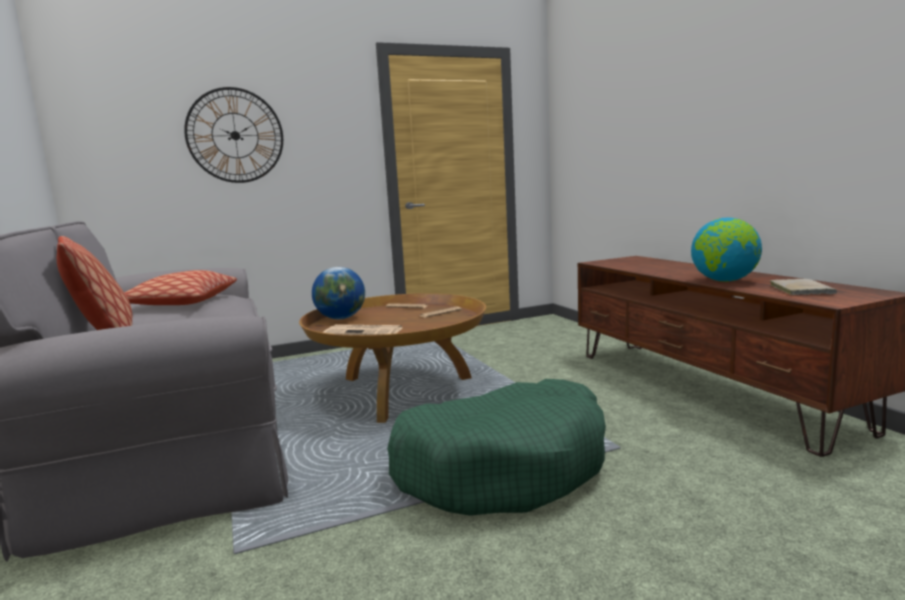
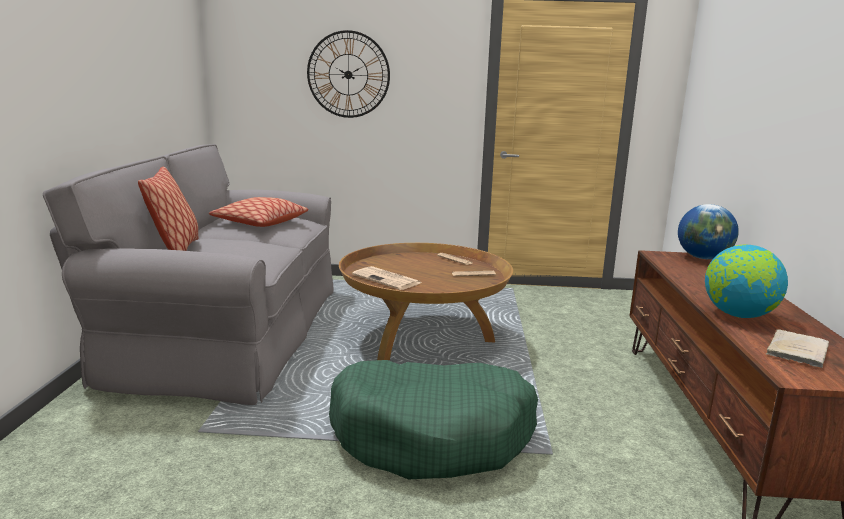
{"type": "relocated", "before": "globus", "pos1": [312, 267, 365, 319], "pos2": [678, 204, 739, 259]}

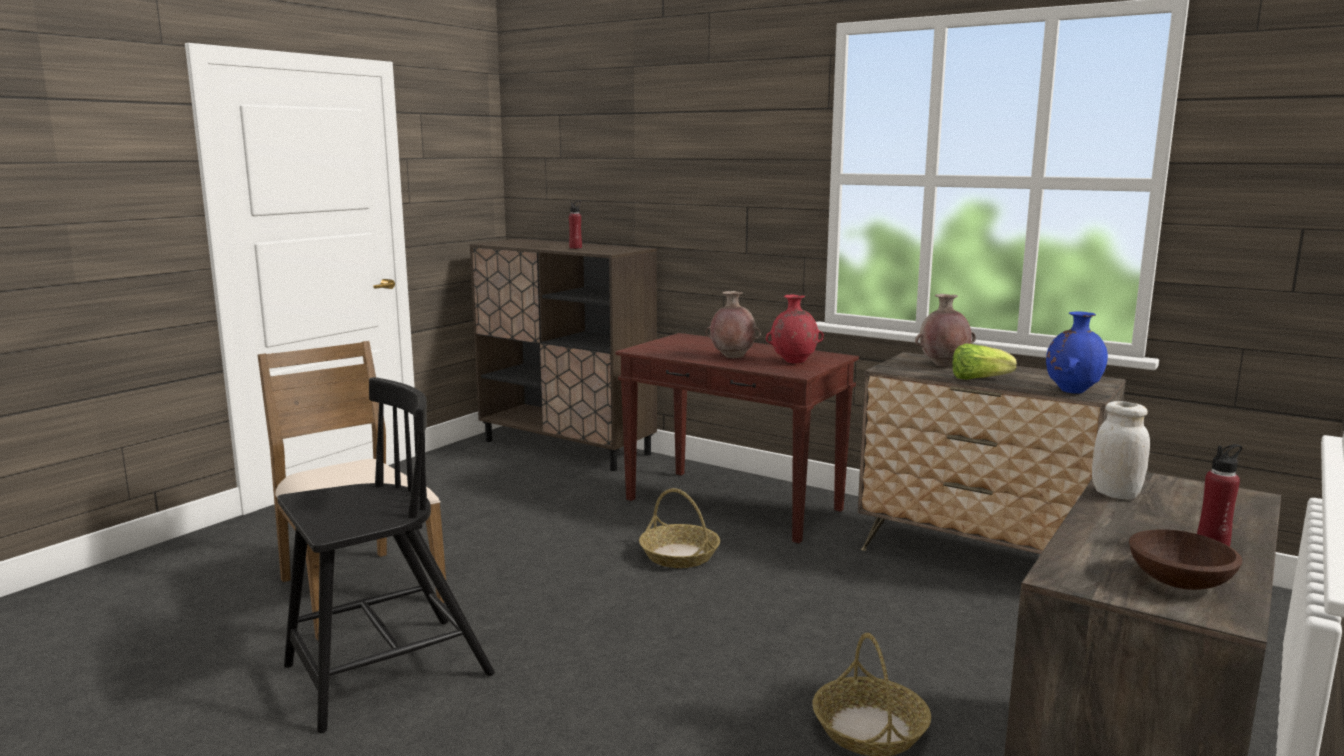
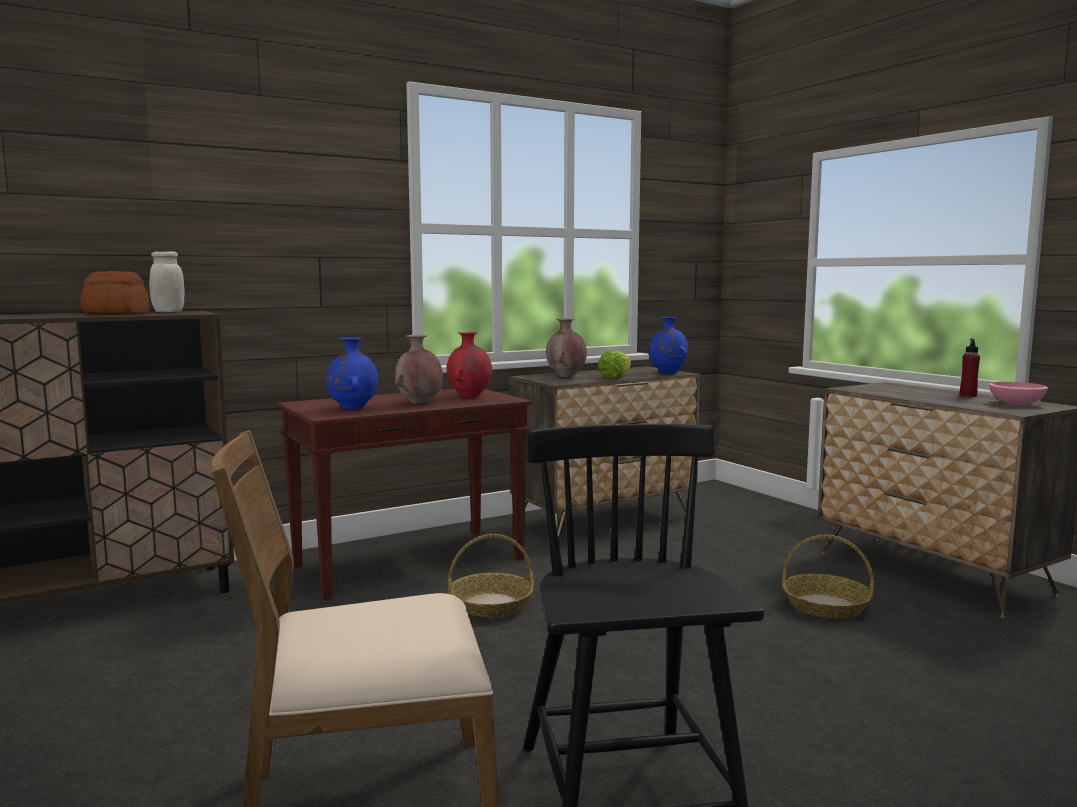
{"type": "exchanged", "before": "butelka/czerwony", "after": "chleb", "pos1": [569, 201, 582, 249], "pos2": [81, 271, 150, 315]}
{"type": "relocated", "before": "słoik/biały", "pos1": [1092, 401, 1150, 500], "pos2": [149, 251, 185, 312]}
{"type": "colour", "before": "miska/brązowy", "after": "miska/różowy", "pos1": [1129, 530, 1242, 590], "pos2": [989, 382, 1048, 405]}
{"type": "appeared", "after": "wazon/niebieski", "pos2": [326, 338, 378, 410]}

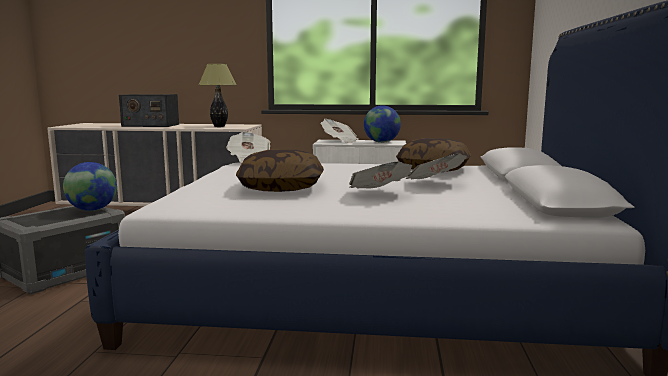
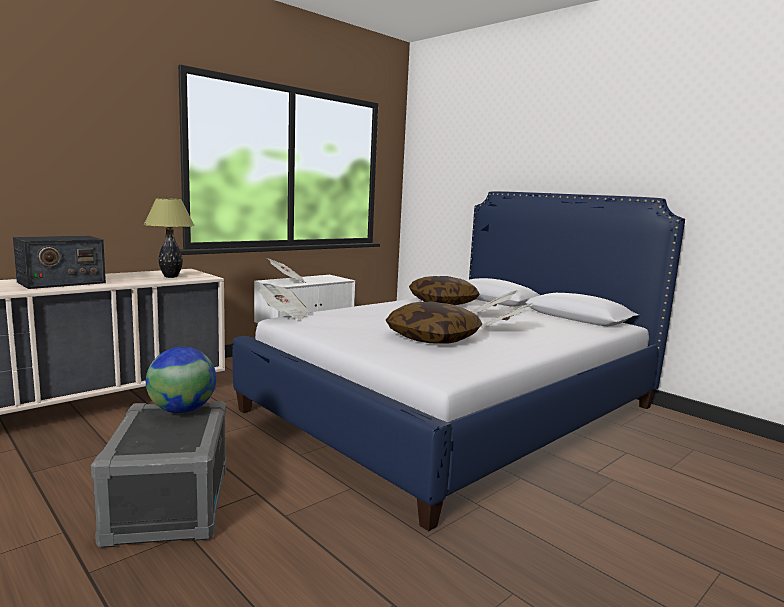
{"type": "missing", "before": "globus", "pos1": [364, 105, 401, 143]}

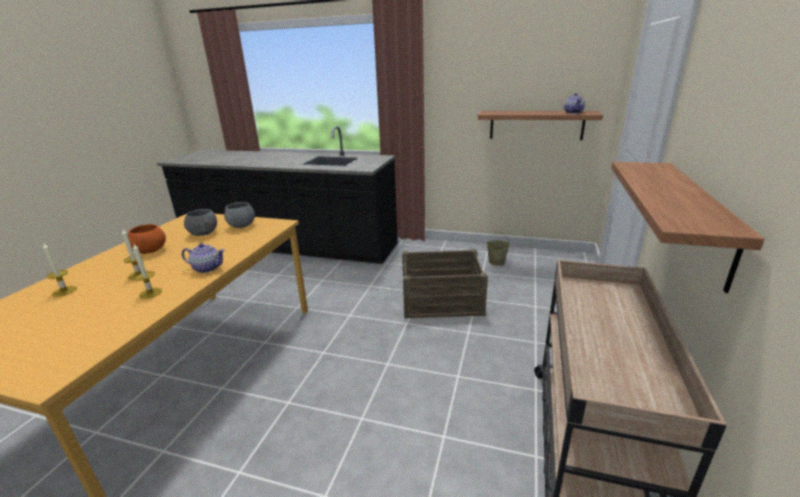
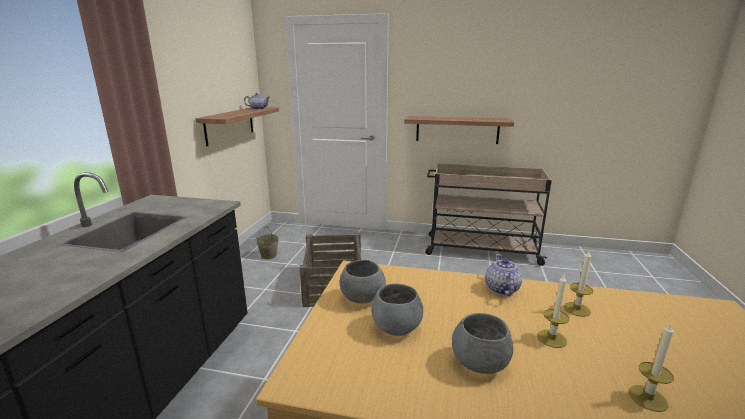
{"type": "colour", "before": "miska/pomarańczowy", "after": "miska/szary", "pos1": [128, 224, 166, 254], "pos2": [452, 313, 513, 374]}

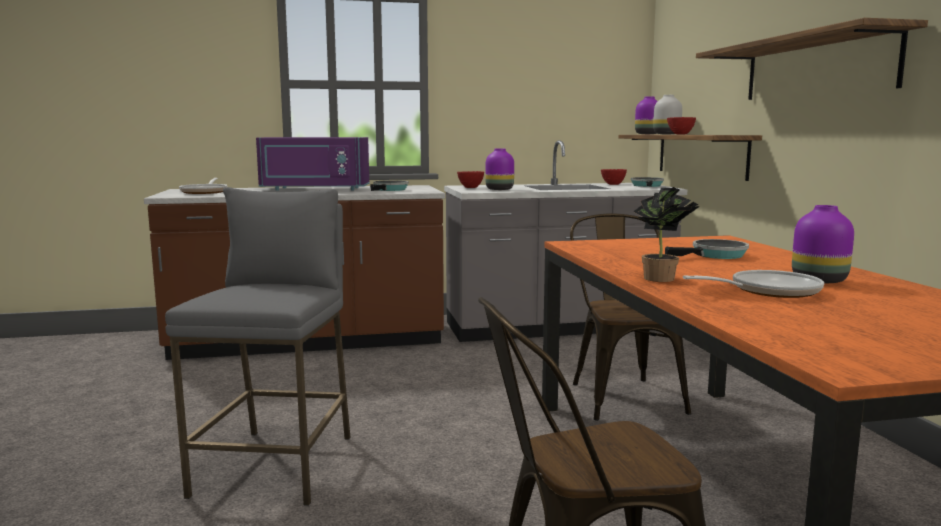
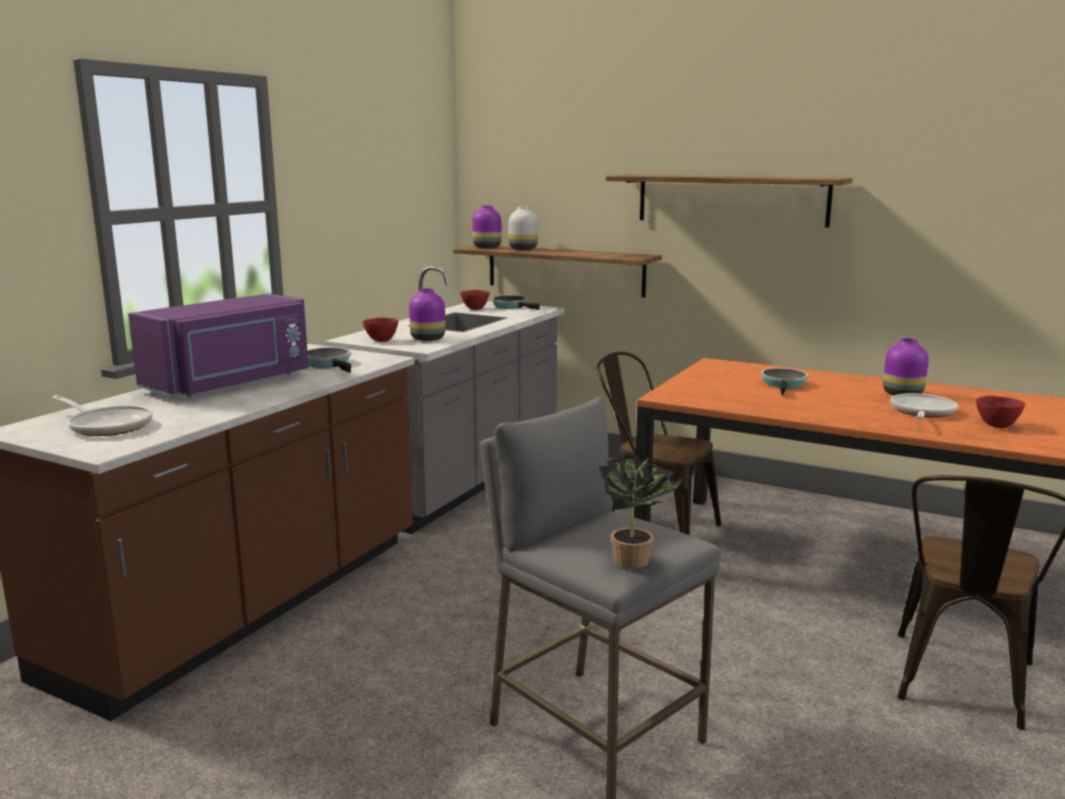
{"type": "relocated", "before": "miska/czerwony", "pos1": [667, 117, 696, 135], "pos2": [976, 396, 1025, 428]}
{"type": "relocated", "before": "roślina doniczkowa", "pos1": [633, 187, 700, 282], "pos2": [599, 456, 684, 568]}

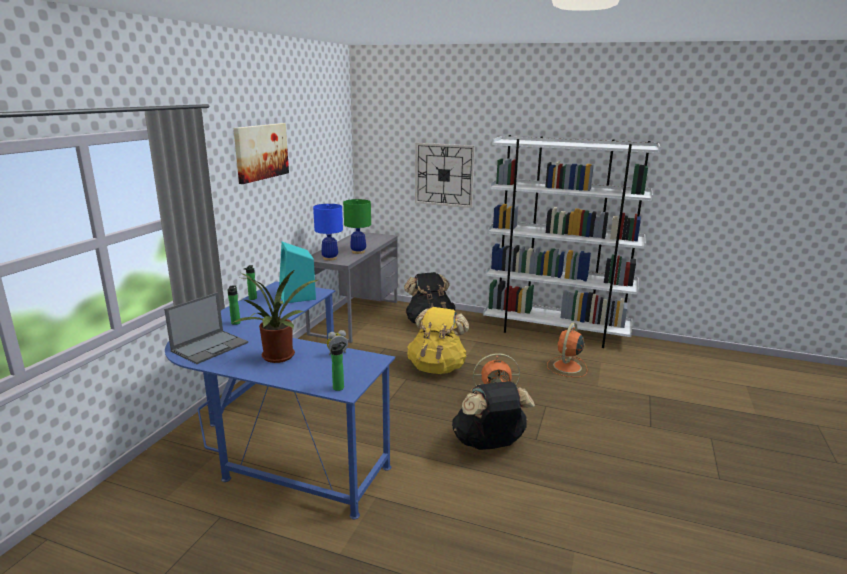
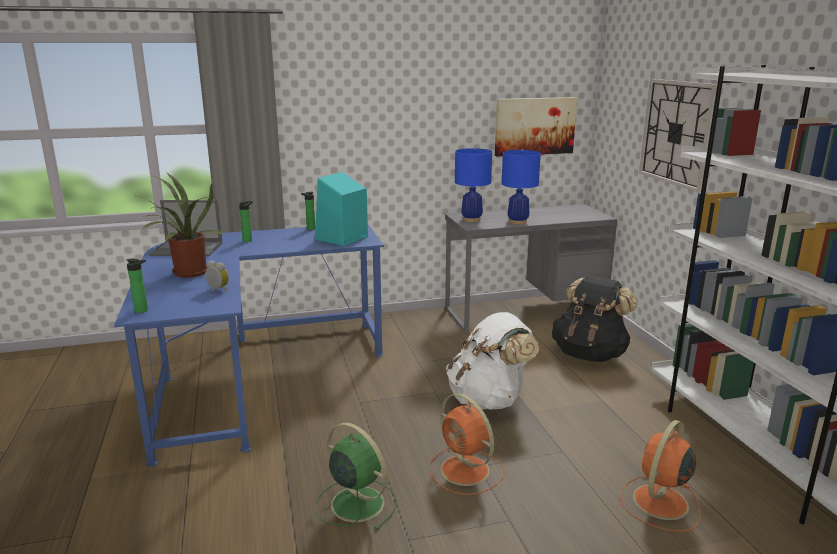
{"type": "relocated", "before": "obraz", "pos1": [233, 123, 289, 184], "pos2": [495, 97, 577, 157]}
{"type": "colour", "before": "lampa stołowa/zielony", "after": "lampa stołowa/niebieski", "pos1": [343, 199, 371, 254], "pos2": [501, 149, 541, 224]}
{"type": "colour", "before": "plecak/żółty", "after": "plecak/biały", "pos1": [407, 307, 469, 374], "pos2": [446, 312, 539, 410]}
{"type": "spun", "before": "wentylator/pomarańczowy", "pos1": [547, 322, 587, 377], "pos2": [620, 420, 701, 532], "turn": -45}
{"type": "exchanged", "before": "plecak/czarny", "after": "wentylator/zielony", "pos1": [452, 381, 535, 450], "pos2": [315, 423, 397, 530]}

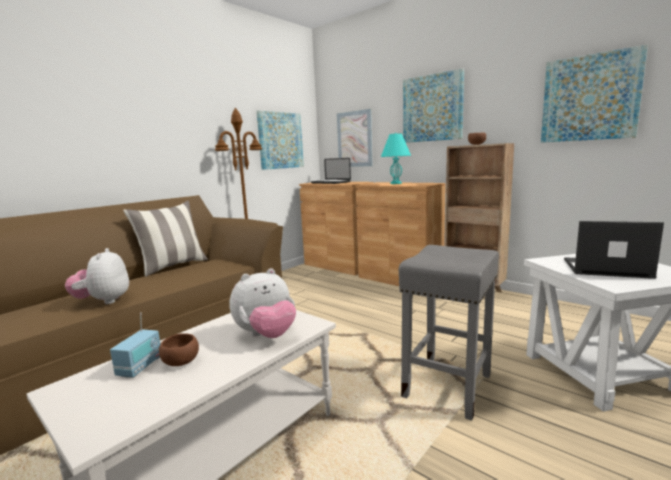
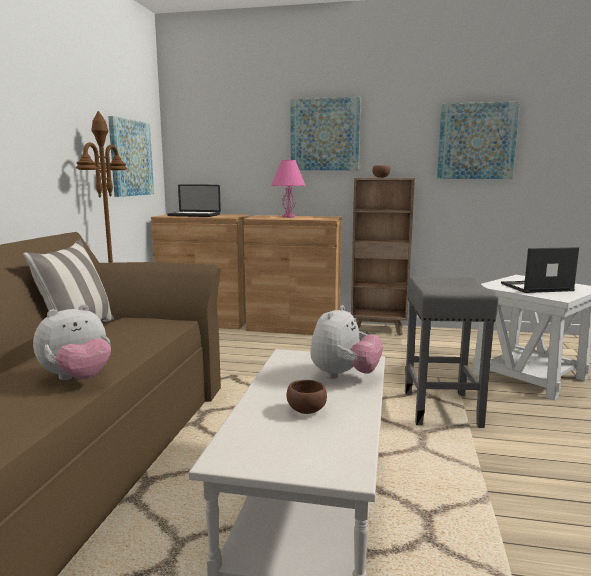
{"type": "missing", "before": "obraz", "pos1": [337, 109, 373, 167]}
{"type": "colour", "before": "lampa stołowa/turkusowy", "after": "lampa stołowa/różowy", "pos1": [381, 133, 411, 184], "pos2": [271, 159, 306, 218]}
{"type": "spun", "before": "pluszak", "pos1": [65, 248, 129, 304], "pos2": [33, 304, 111, 380], "turn": -90}
{"type": "missing", "before": "radio", "pos1": [110, 313, 160, 378]}

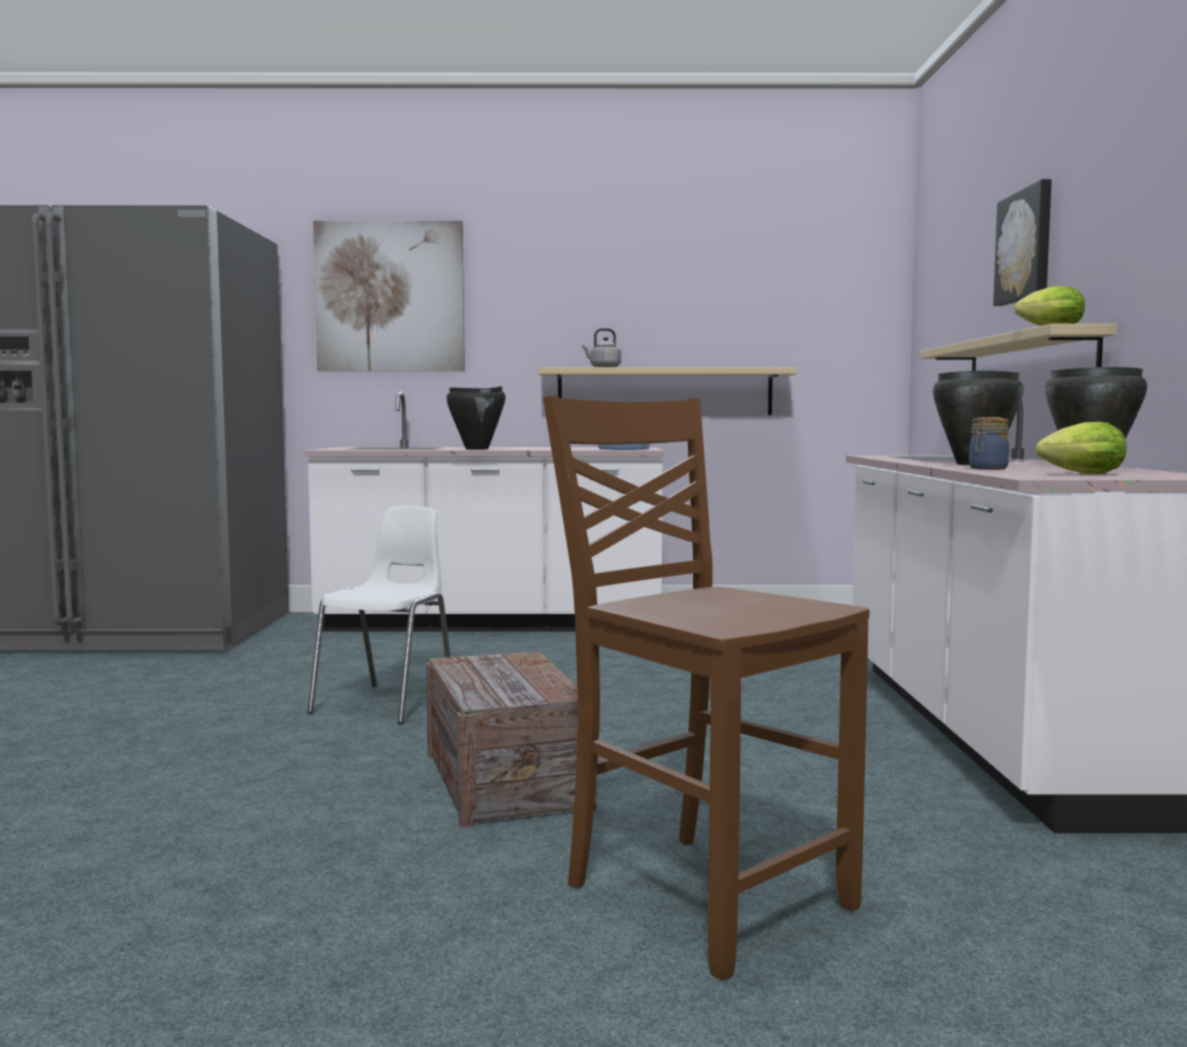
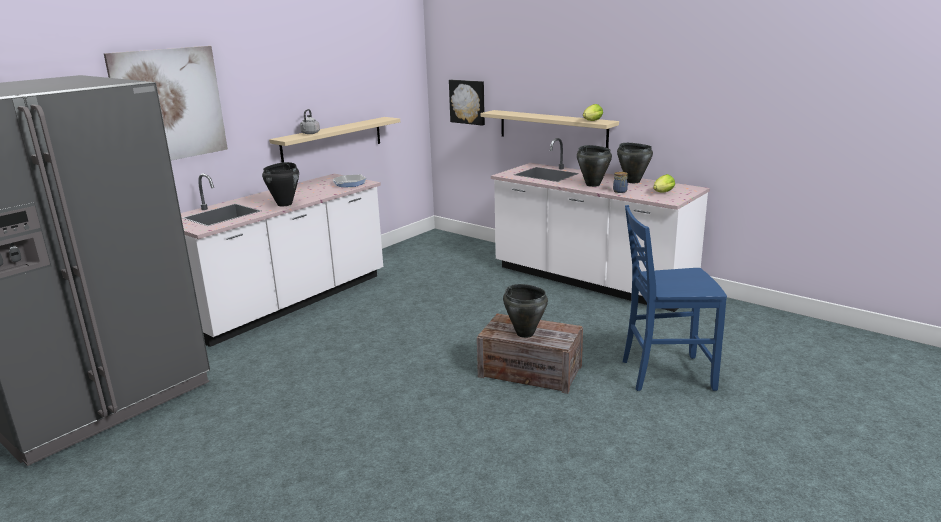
{"type": "relocated", "before": "obraz", "pos1": [993, 179, 1052, 306], "pos2": [449, 80, 485, 126]}
{"type": "colour", "before": "krzesło/brązowy", "after": "krzesło/niebieski", "pos1": [543, 395, 869, 980], "pos2": [623, 205, 727, 391]}
{"type": "missing", "before": "krzesło/biały", "pos1": [307, 506, 450, 724]}
{"type": "appeared", "after": "garnek/czarny", "pos2": [503, 284, 548, 338]}

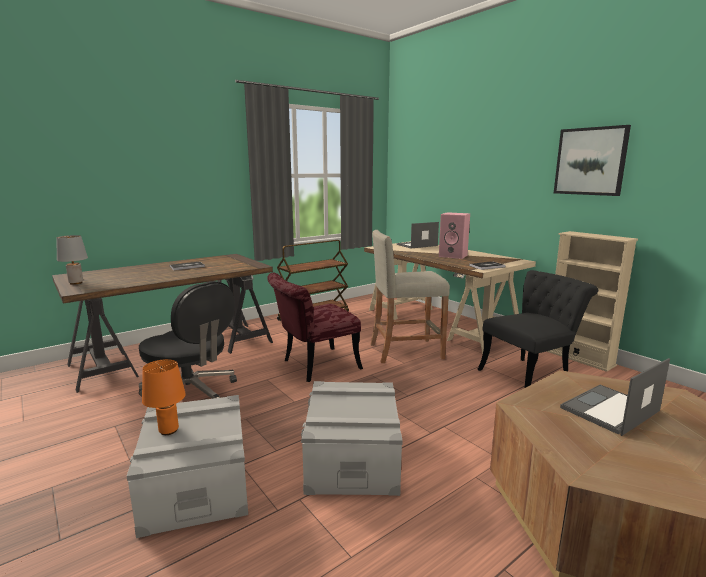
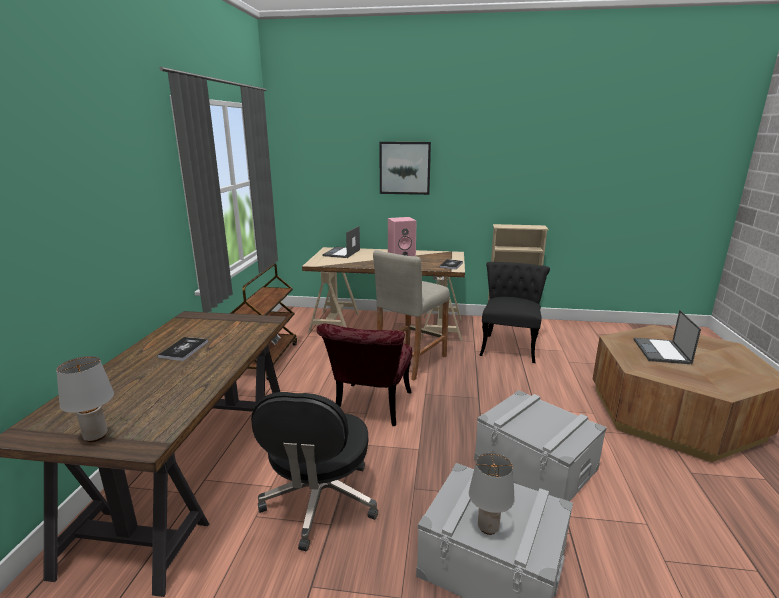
{"type": "relocated", "before": "obraz", "pos1": [554, 125, 631, 196], "pos2": [379, 142, 431, 195]}
{"type": "spun", "before": "krzesło biurowe/czarny", "pos1": [139, 281, 237, 399], "pos2": [251, 392, 378, 551], "turn": 105}
{"type": "colour", "before": "lampa stołowa/pomarańczowy", "after": "lampa stołowa/szary", "pos1": [142, 359, 186, 435], "pos2": [469, 453, 515, 535]}

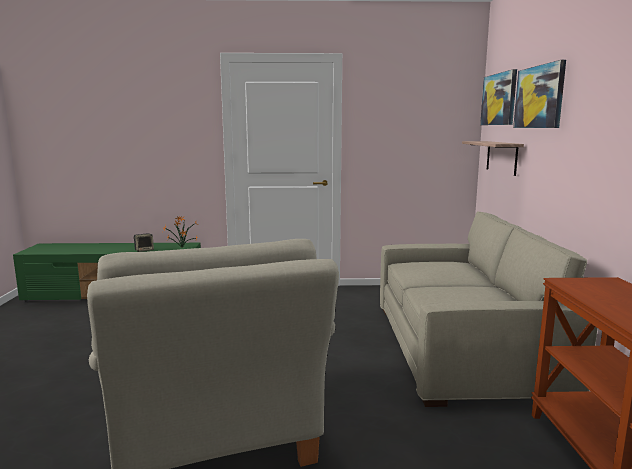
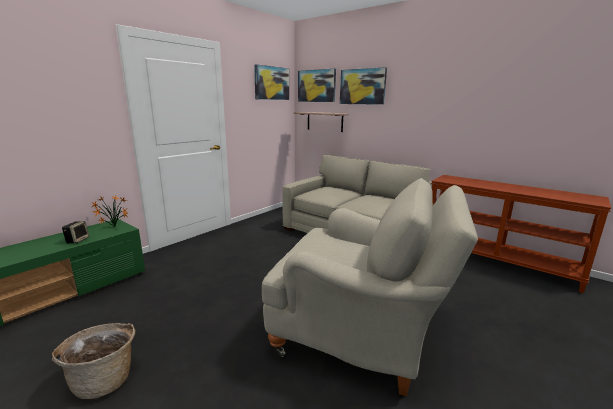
{"type": "appeared", "after": "obraz", "pos2": [254, 64, 289, 100]}
{"type": "appeared", "after": "koszyk", "pos2": [52, 323, 136, 399]}

